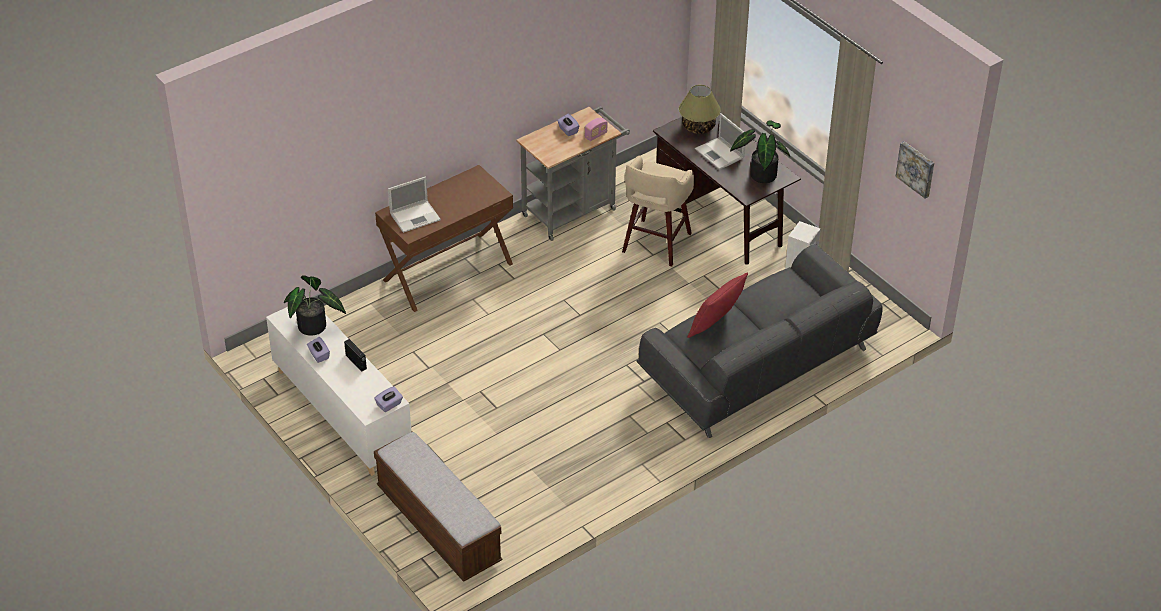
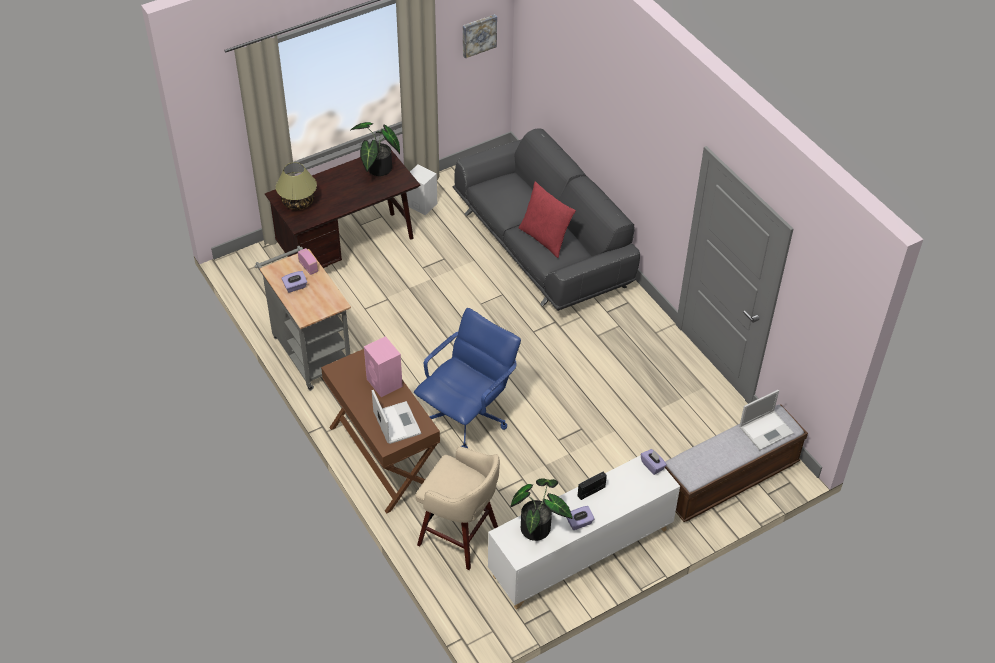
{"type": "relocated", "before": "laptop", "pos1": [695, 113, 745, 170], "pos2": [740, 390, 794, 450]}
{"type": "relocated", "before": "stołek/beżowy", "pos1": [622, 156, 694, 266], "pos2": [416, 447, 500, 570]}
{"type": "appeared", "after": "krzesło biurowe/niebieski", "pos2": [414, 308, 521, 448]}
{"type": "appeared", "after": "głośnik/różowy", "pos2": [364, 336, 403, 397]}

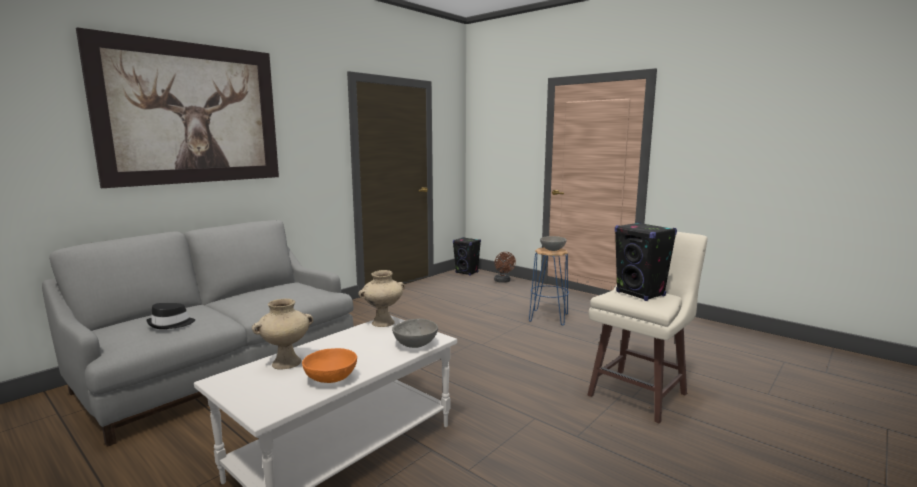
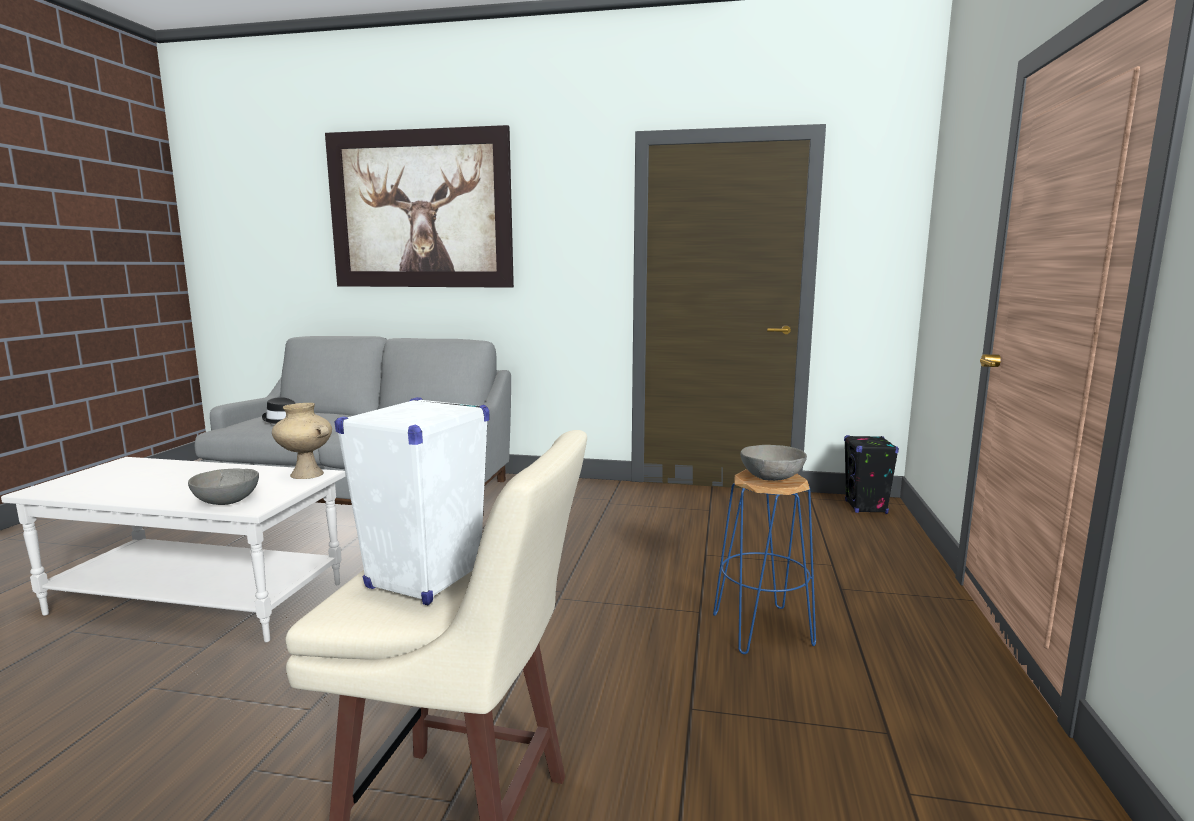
{"type": "colour", "before": "głośnik/czarny", "after": "głośnik/biały", "pos1": [615, 222, 677, 301], "pos2": [335, 397, 489, 605]}
{"type": "missing", "before": "wentylator/brązowy", "pos1": [494, 252, 516, 283]}
{"type": "missing", "before": "wazon/beżowy", "pos1": [252, 299, 313, 369]}
{"type": "missing", "before": "miska/pomarańczowy", "pos1": [302, 348, 357, 383]}

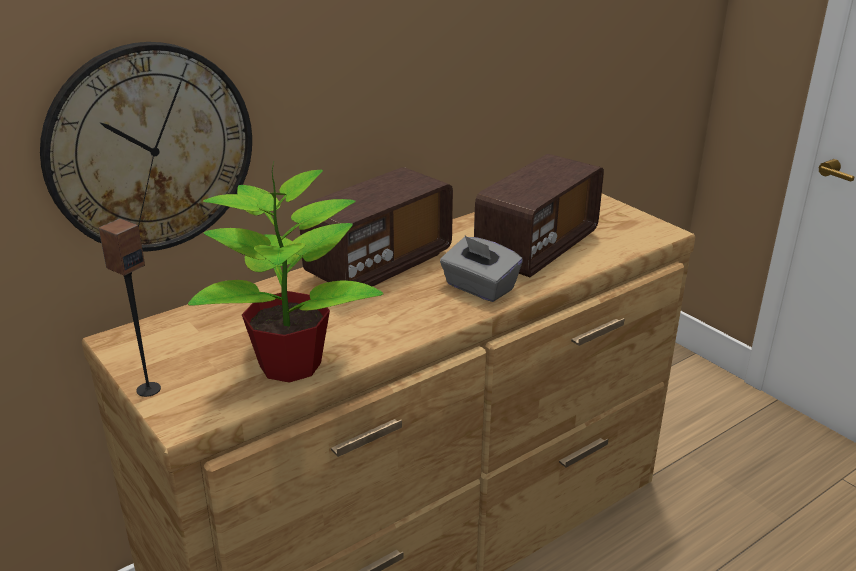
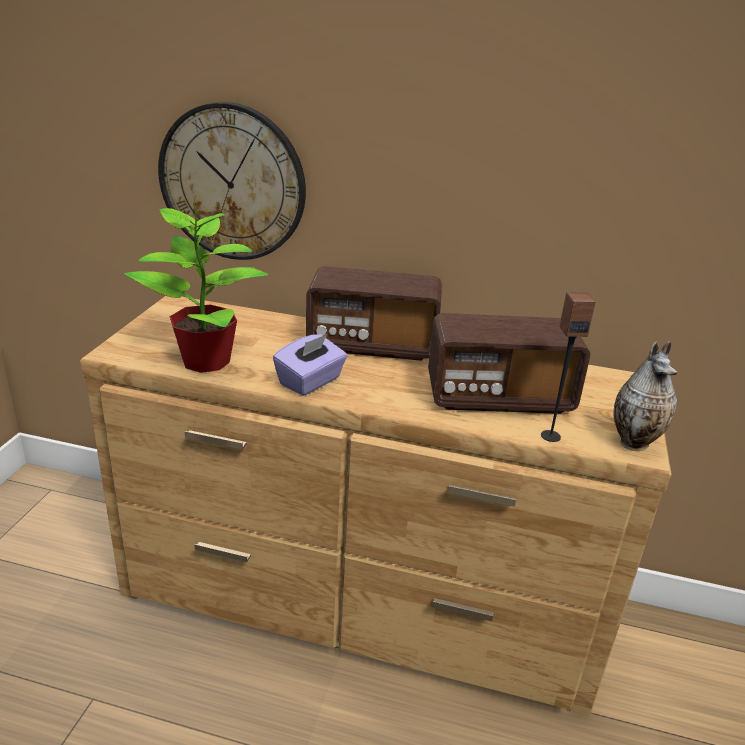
{"type": "relocated", "before": "głośnik", "pos1": [98, 219, 161, 397], "pos2": [541, 292, 595, 442]}
{"type": "missing", "before": "pudełko chusteczek/szary", "pos1": [440, 236, 523, 302]}
{"type": "appeared", "after": "pudełko chusteczek/fioletowy", "pos2": [273, 334, 347, 396]}
{"type": "appeared", "after": "wazon", "pos2": [613, 341, 677, 451]}

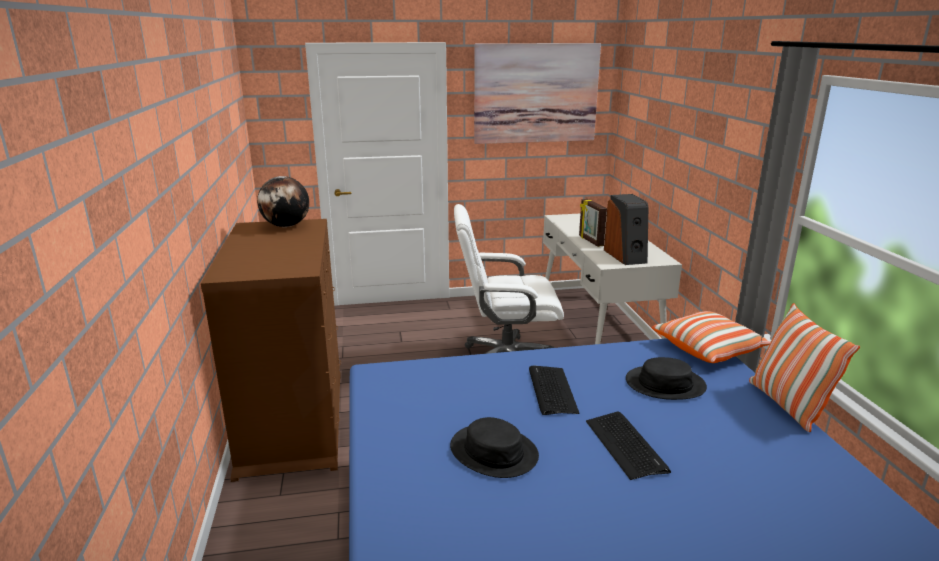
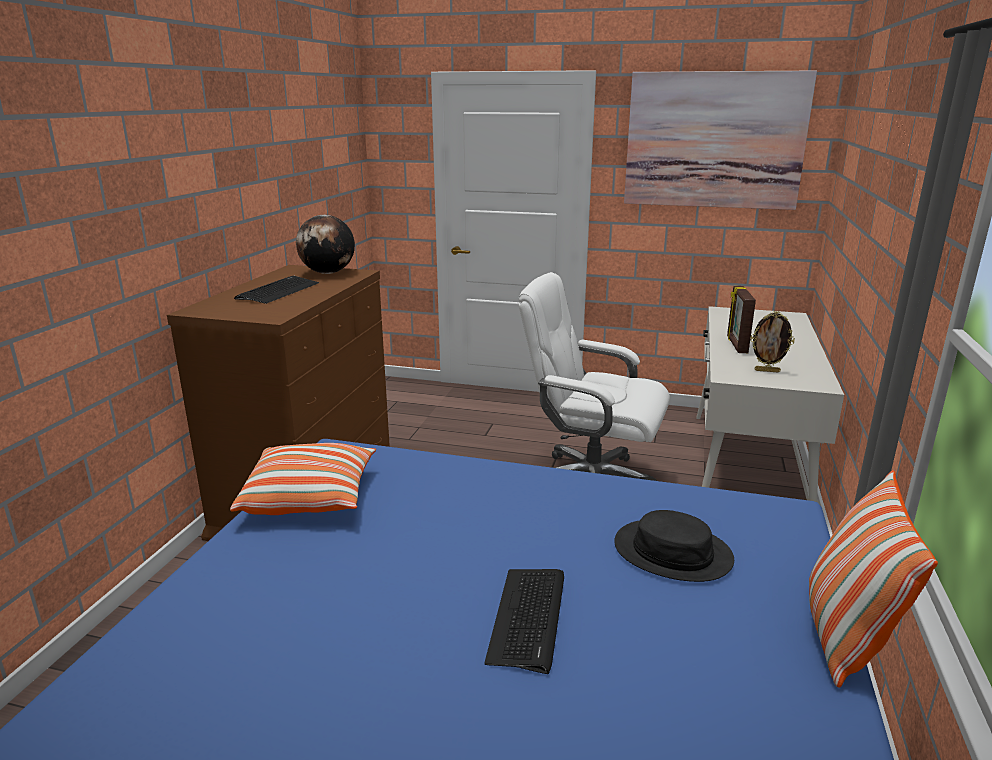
{"type": "exchanged", "before": "głośnik", "after": "ramka na zdjęcie", "pos1": [604, 194, 649, 265], "pos2": [750, 311, 795, 373]}
{"type": "relocated", "before": "poduszka", "pos1": [652, 311, 770, 363], "pos2": [230, 443, 376, 515]}
{"type": "relocated", "before": "klawiatura", "pos1": [529, 365, 579, 415], "pos2": [234, 276, 319, 304]}
{"type": "missing", "before": "kapelusz/czarny", "pos1": [450, 417, 539, 478]}

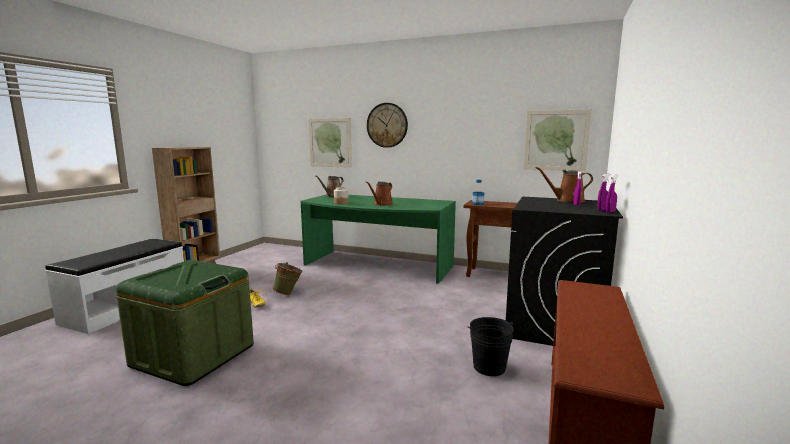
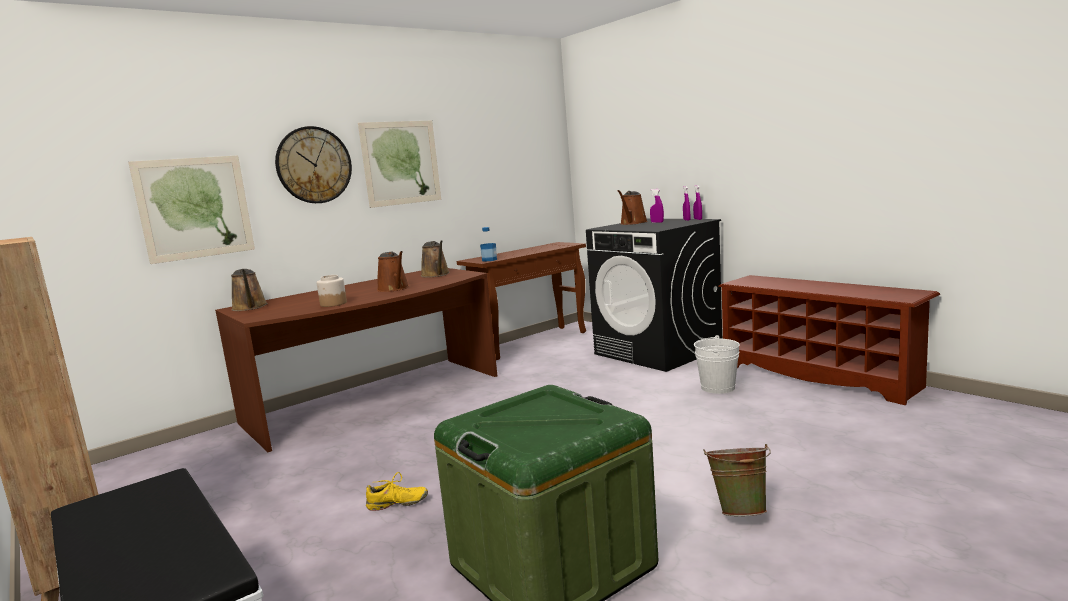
{"type": "relocated", "before": "obraz", "pos1": [524, 109, 592, 171], "pos2": [358, 121, 441, 208]}
{"type": "colour", "before": "biurko/zielony", "after": "biurko/brązowy", "pos1": [300, 195, 456, 284], "pos2": [215, 268, 497, 452]}
{"type": "relocated", "before": "wiadro/zielony", "pos1": [273, 262, 303, 295], "pos2": [703, 444, 771, 516]}
{"type": "colour", "before": "wiadro/czarny", "after": "wiadro/biały", "pos1": [468, 317, 514, 376], "pos2": [694, 335, 740, 394]}
{"type": "appeared", "after": "konewka/brązowy", "pos2": [421, 240, 450, 278]}

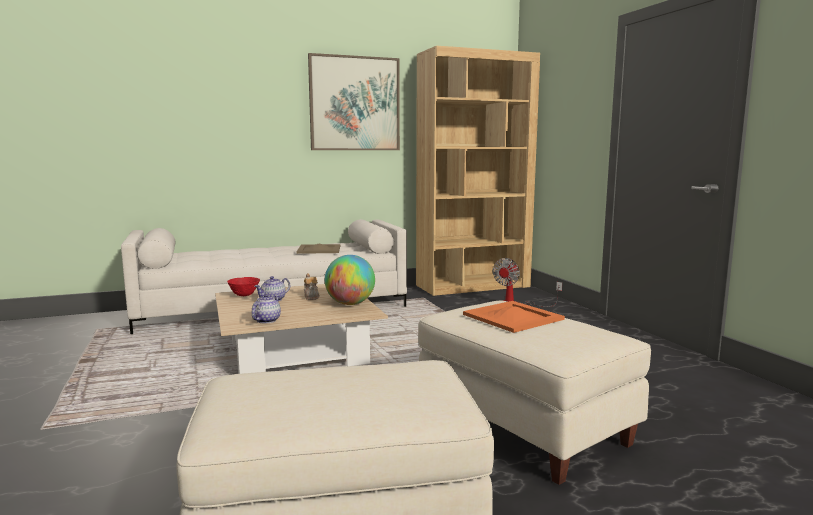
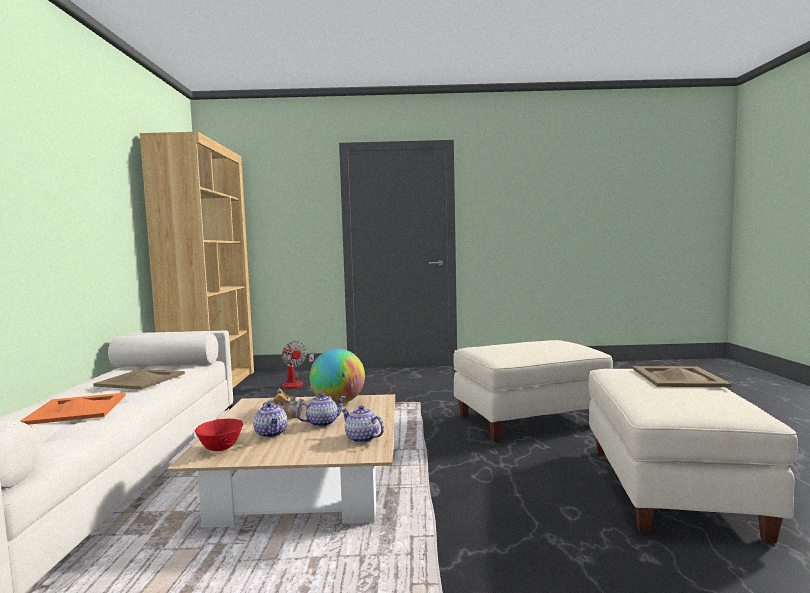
{"type": "missing", "before": "obraz", "pos1": [308, 53, 400, 150]}
{"type": "relocated", "before": "taca/pomarańczowy", "pos1": [463, 301, 565, 333], "pos2": [20, 393, 126, 425]}
{"type": "appeared", "after": "taca/beżowy", "pos2": [633, 366, 731, 387]}
{"type": "appeared", "after": "imbryk", "pos2": [296, 393, 346, 427]}

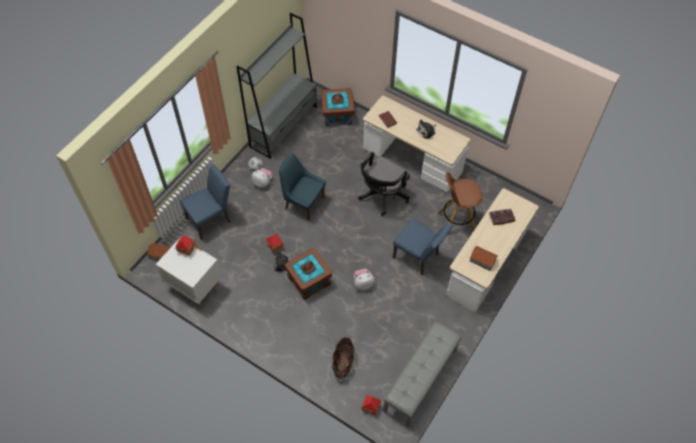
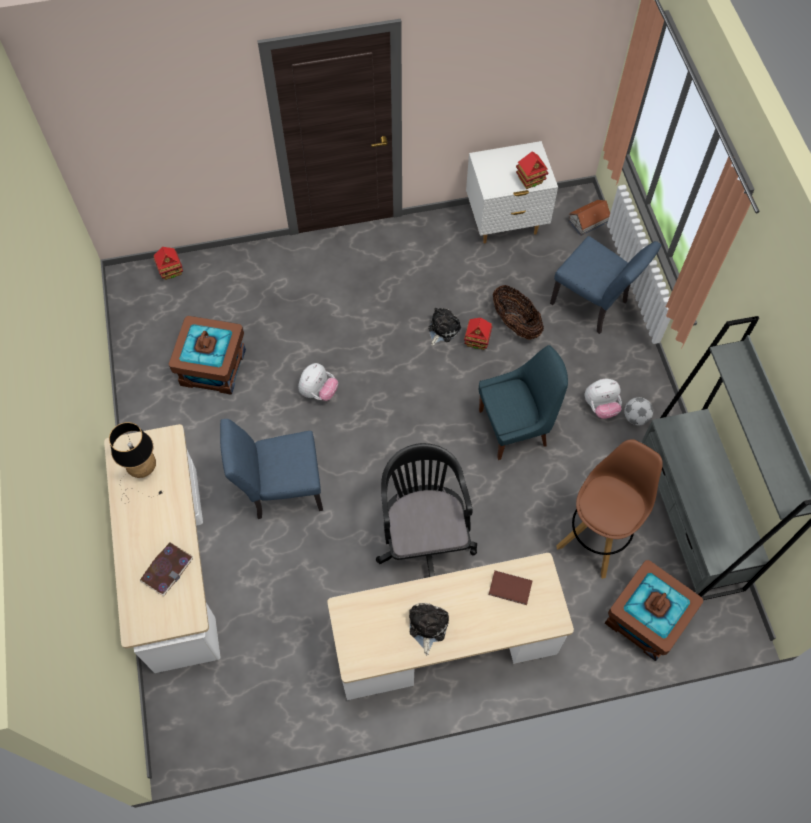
{"type": "spun", "before": "krzesło/niebieski", "pos1": [180, 164, 230, 240], "pos2": [550, 236, 661, 334], "turn": -60}
{"type": "relocated", "before": "stołek/brązowy", "pos1": [438, 172, 483, 231], "pos2": [556, 439, 663, 579]}
{"type": "exchanged", "before": "domek", "after": "lampa stołowa", "pos1": [470, 246, 498, 271], "pos2": [109, 422, 164, 496]}
{"type": "relocated", "before": "pojemnik do przechowywania/brązowy", "pos1": [285, 248, 332, 300], "pos2": [169, 316, 246, 395]}
{"type": "missing", "before": "ławka/szary", "pos1": [383, 322, 462, 427]}
{"type": "relocated", "before": "koszyk", "pos1": [332, 337, 354, 379], "pos2": [493, 285, 544, 340]}

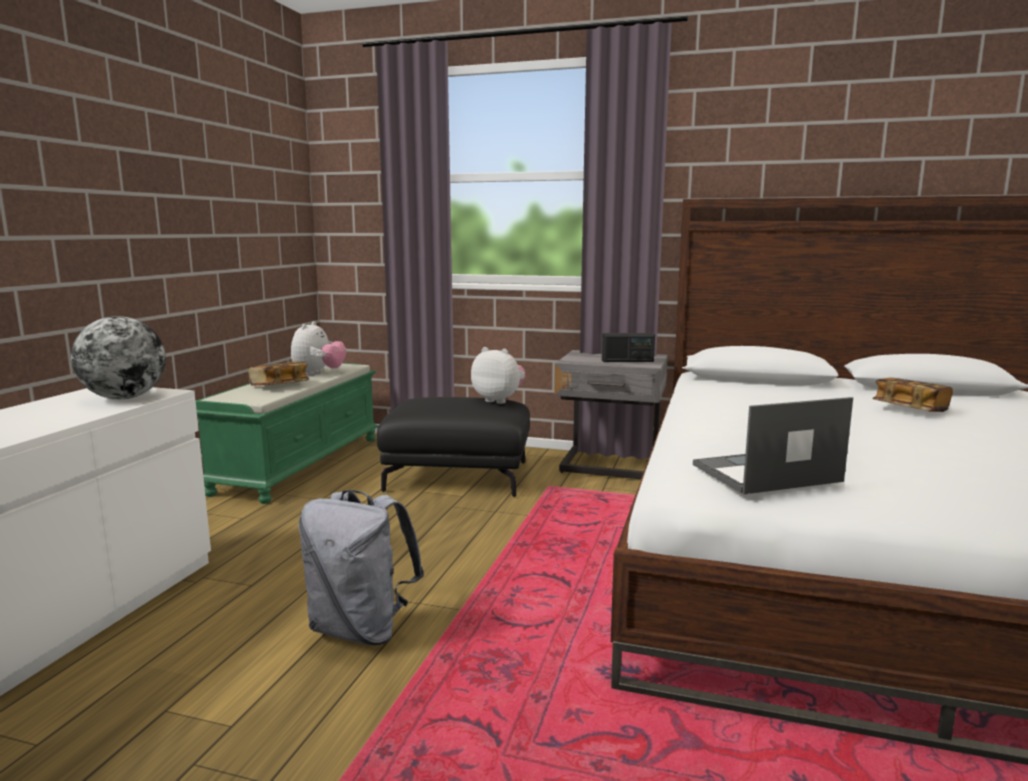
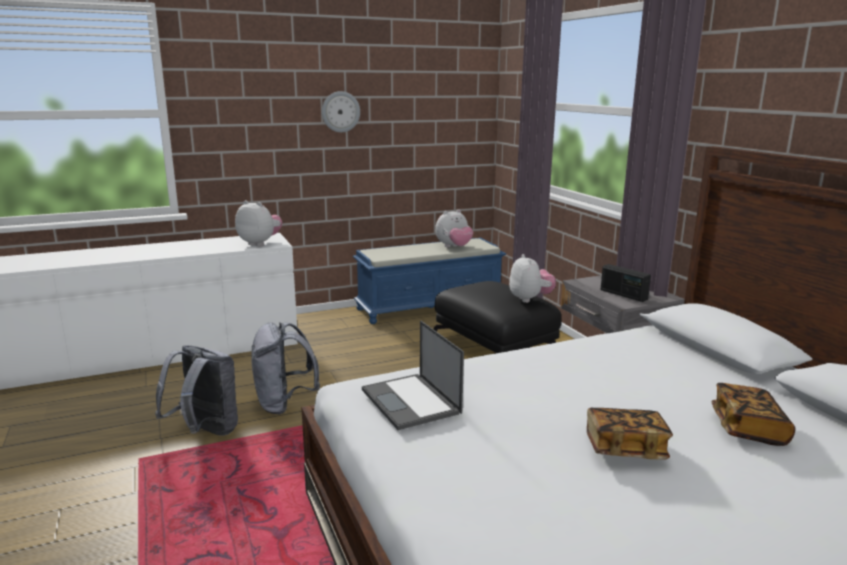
{"type": "exchanged", "before": "globus", "after": "pluszak", "pos1": [71, 316, 166, 399], "pos2": [235, 200, 282, 246]}
{"type": "relocated", "before": "książka", "pos1": [248, 362, 309, 386], "pos2": [587, 408, 673, 460]}
{"type": "colour", "before": "ławka/zielony", "after": "ławka/niebieski", "pos1": [196, 363, 378, 504], "pos2": [353, 238, 506, 324]}
{"type": "spun", "before": "laptop", "pos1": [693, 397, 853, 494], "pos2": [362, 321, 464, 430], "turn": -150}
{"type": "appeared", "after": "zegar ścienny", "pos2": [322, 91, 360, 132]}
{"type": "appeared", "after": "plecak/szary", "pos2": [155, 346, 238, 436]}

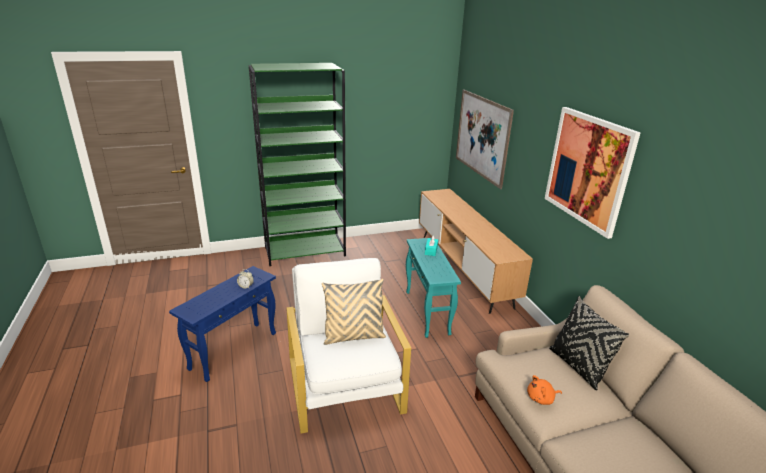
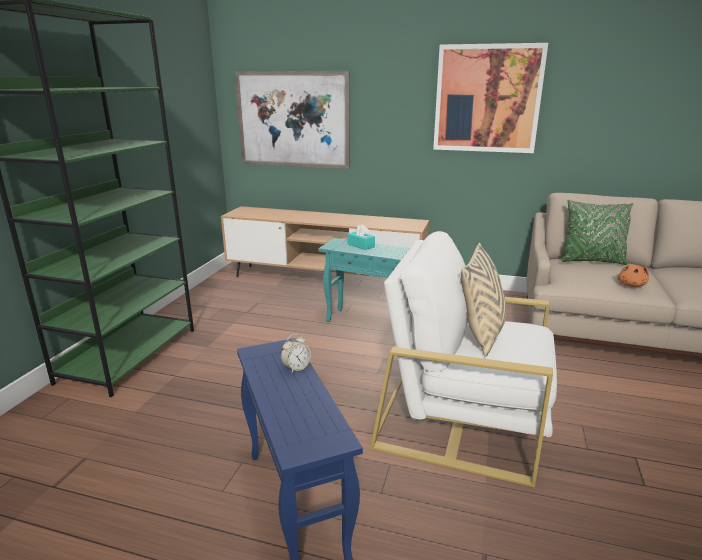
{"type": "colour", "before": "poduszka/czarny", "after": "poduszka/zielony", "pos1": [549, 296, 629, 390], "pos2": [561, 199, 634, 265]}

